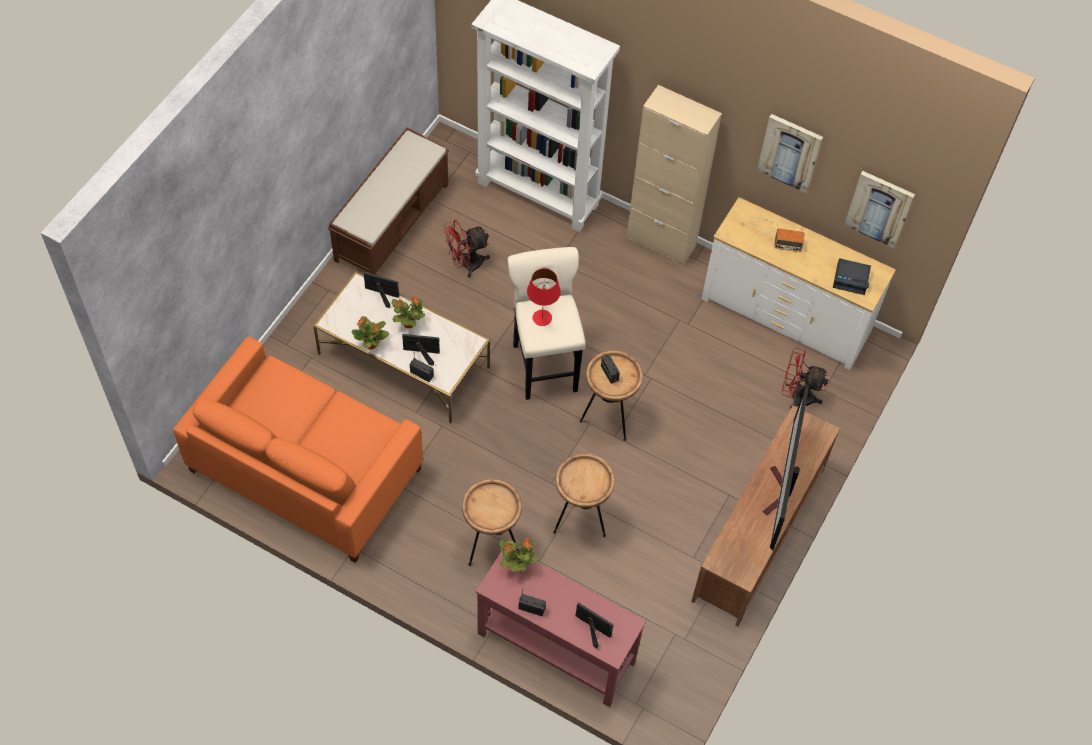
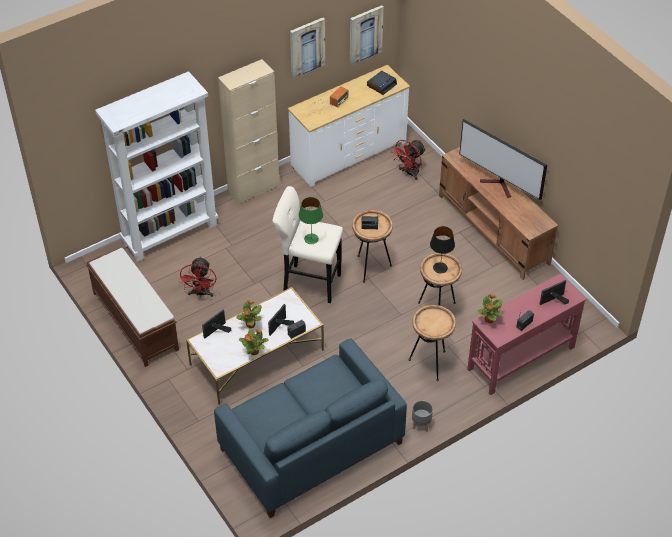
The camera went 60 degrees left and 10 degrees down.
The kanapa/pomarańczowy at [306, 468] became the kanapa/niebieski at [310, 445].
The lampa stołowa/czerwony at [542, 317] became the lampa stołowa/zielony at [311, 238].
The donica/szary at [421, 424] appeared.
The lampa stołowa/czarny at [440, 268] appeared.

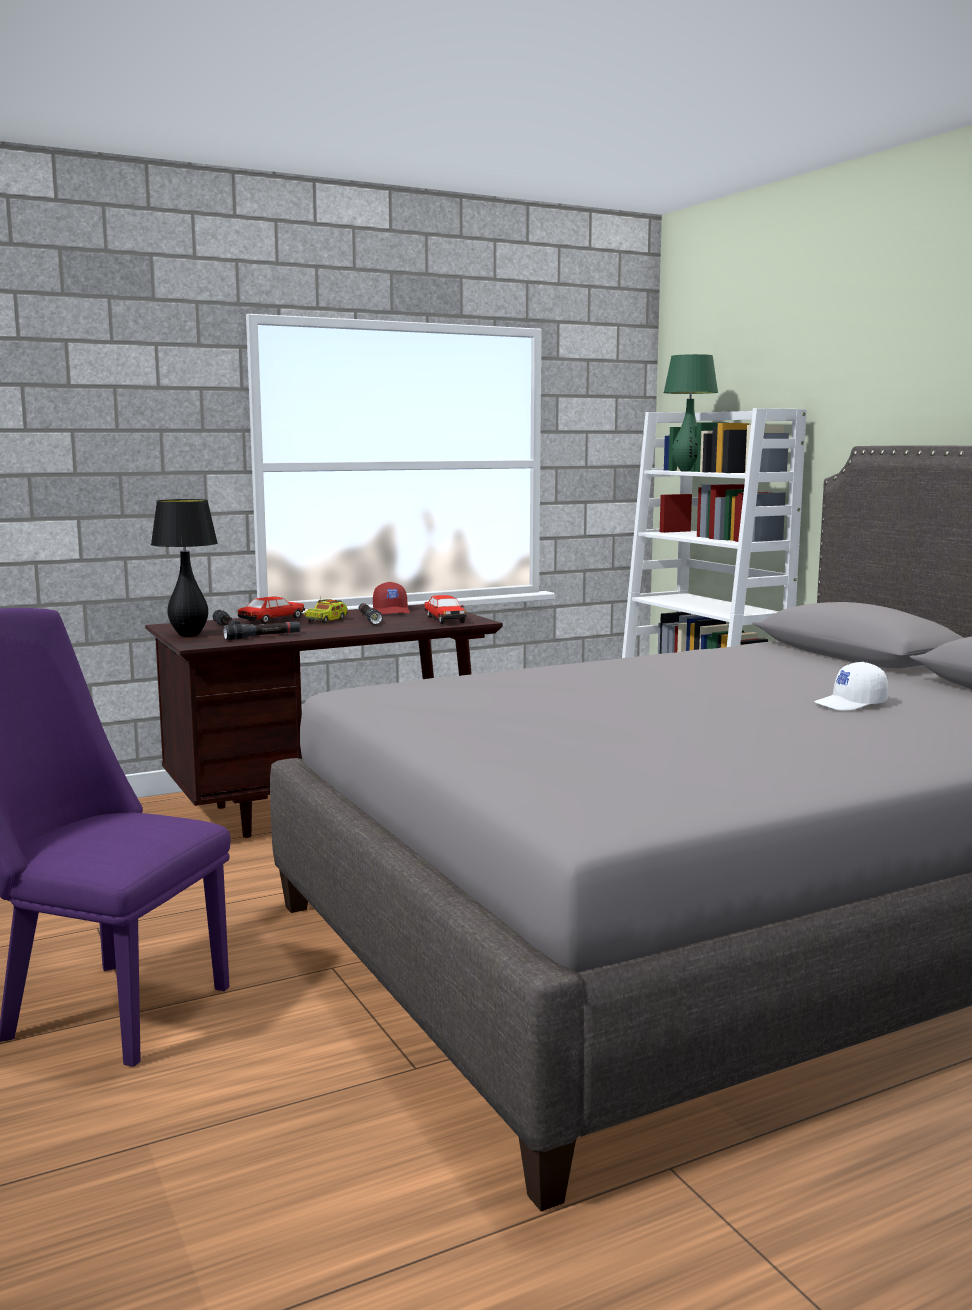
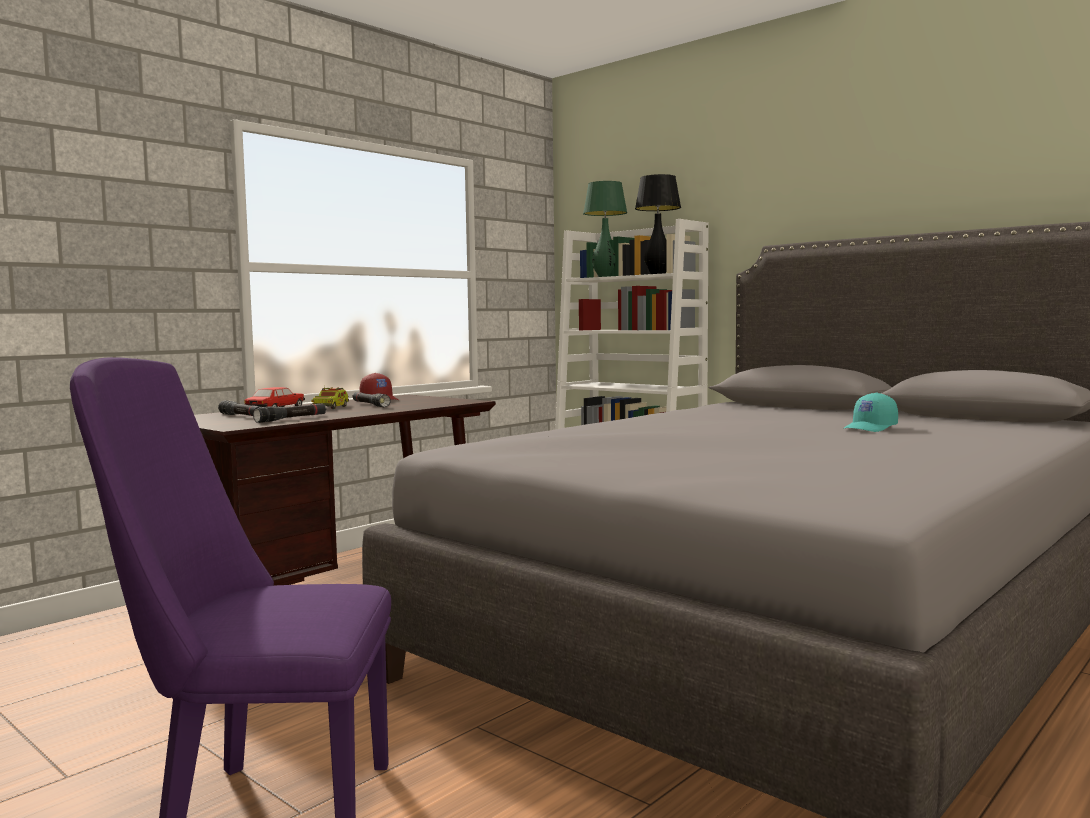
The camera went 20 degrees left and 5 degrees down.
The lampa stołowa/czarny moved from [189, 635] to [657, 275].
The czapka z daszkiem/biały at [850, 704] became the czapka z daszkiem/turkusowy at [871, 428].
The samochodzik at [444, 619] disappeared.

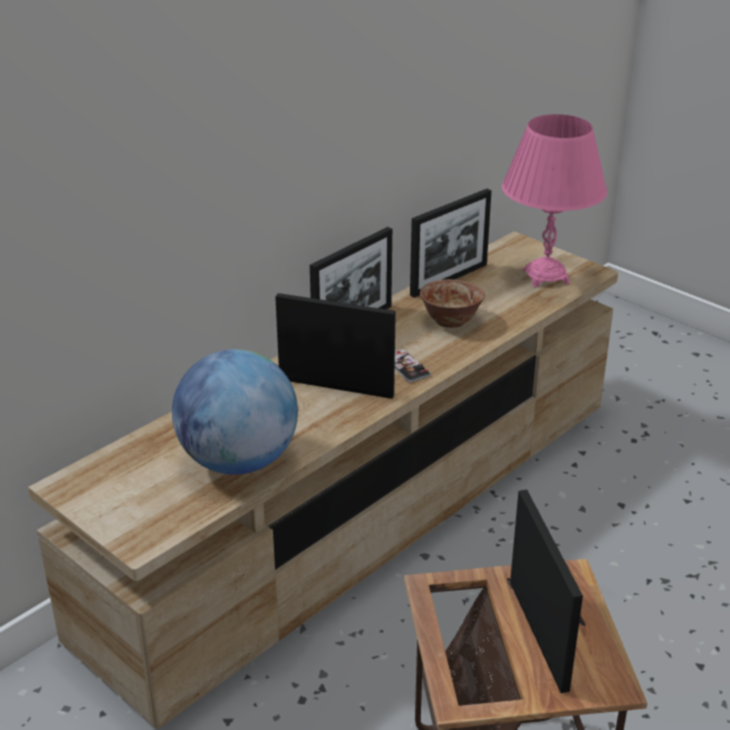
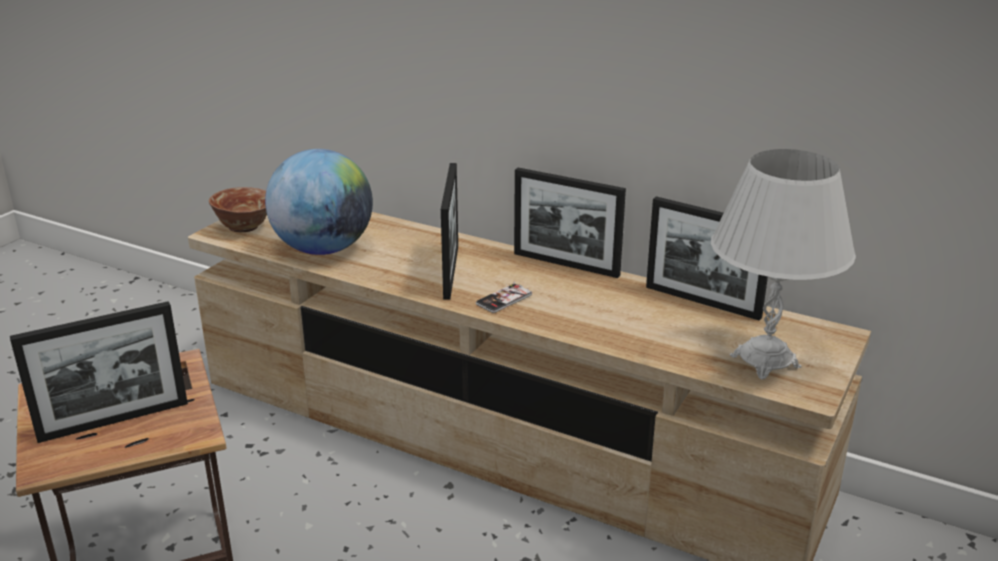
The camera went 75 degrees right and 5 degrees down.
The miska moved from [450, 321] to [244, 227].
The lampa stołowa/różowy at [545, 277] became the lampa stołowa/biały at [765, 361].

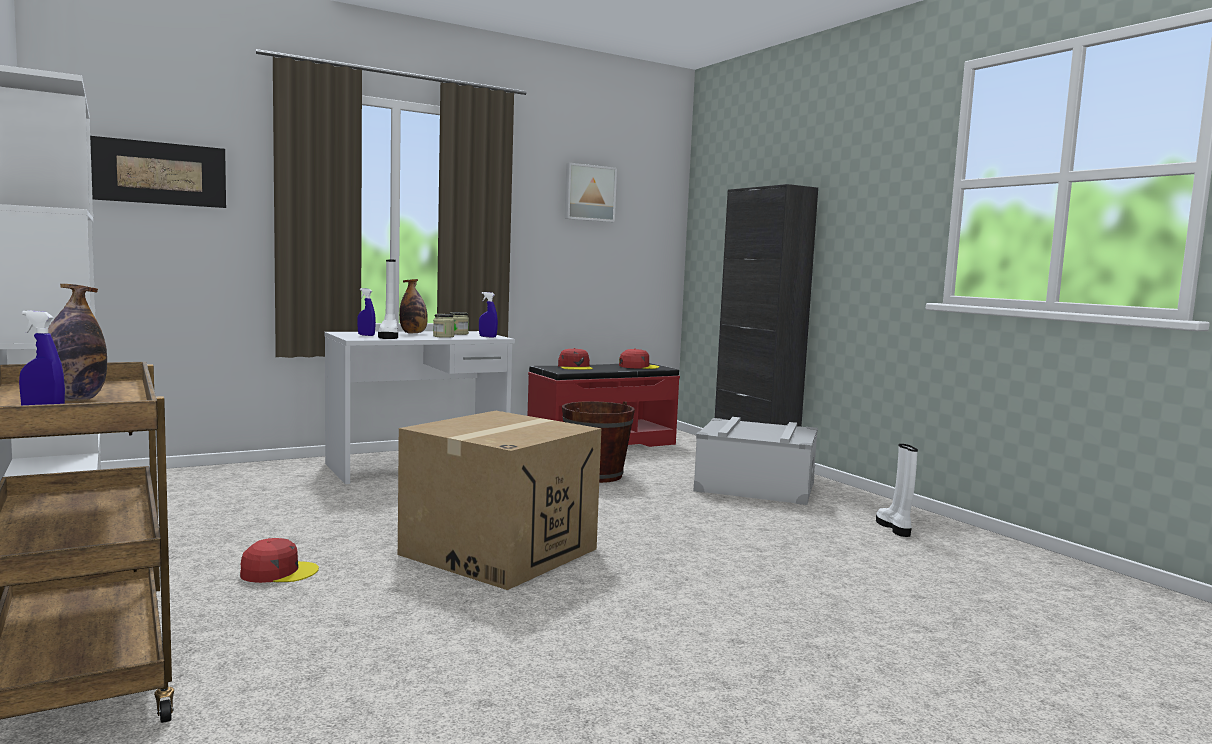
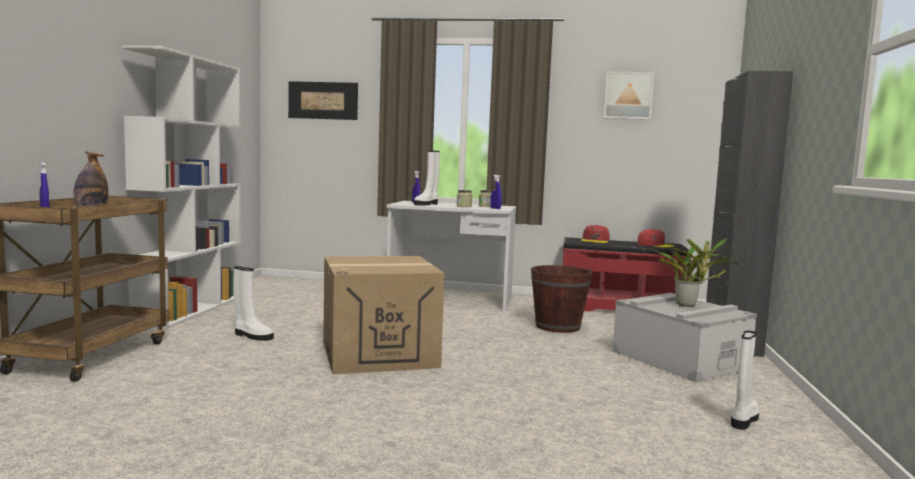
The camera went 40 degrees right and 0 degrees up.
The czapka z daszkiem/czerwony at [278, 572] was replaced by the but z cholewką/biały at [252, 336].
The roślina doniczkowa at [689, 305] appeared.
The butelka at [413, 333] disappeared.

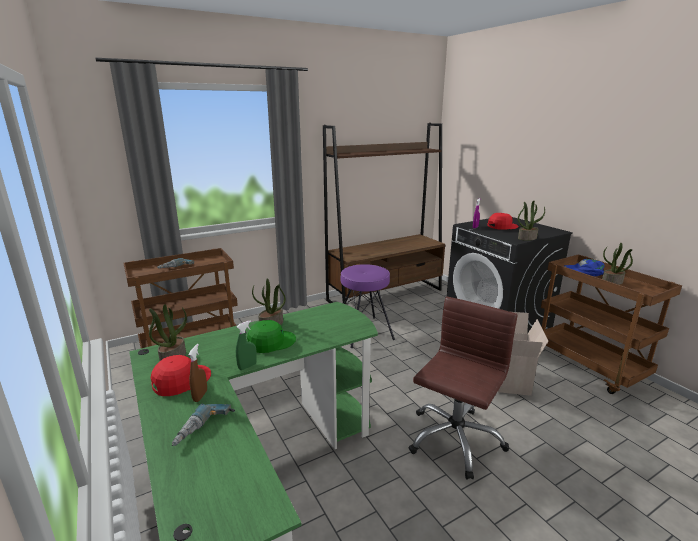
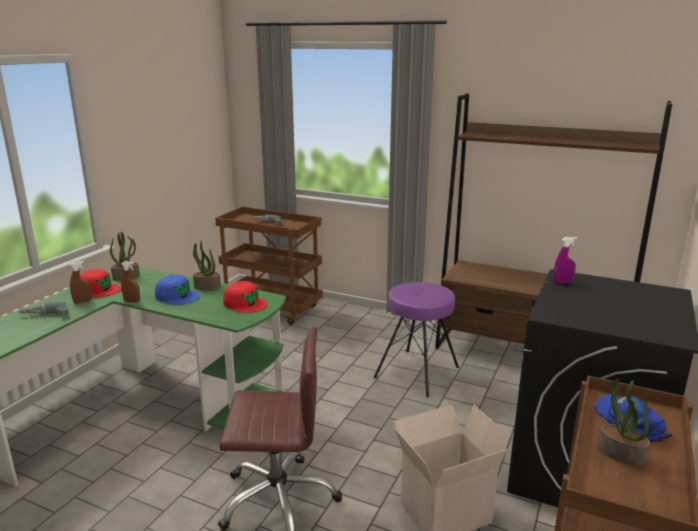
The camera went 55 degrees right and 0 degrees up.
The spryskiwacz/zielony at [247, 366] became the spryskiwacz/brązowy at [132, 301].
The czapka z daszkiem/zielony at [271, 342] became the czapka z daszkiem/niebieski at [177, 296].
The czapka z daszkiem/czerwony moved from [502, 226] to [245, 303].
The roślina doniczkowa at [527, 238] disappeared.

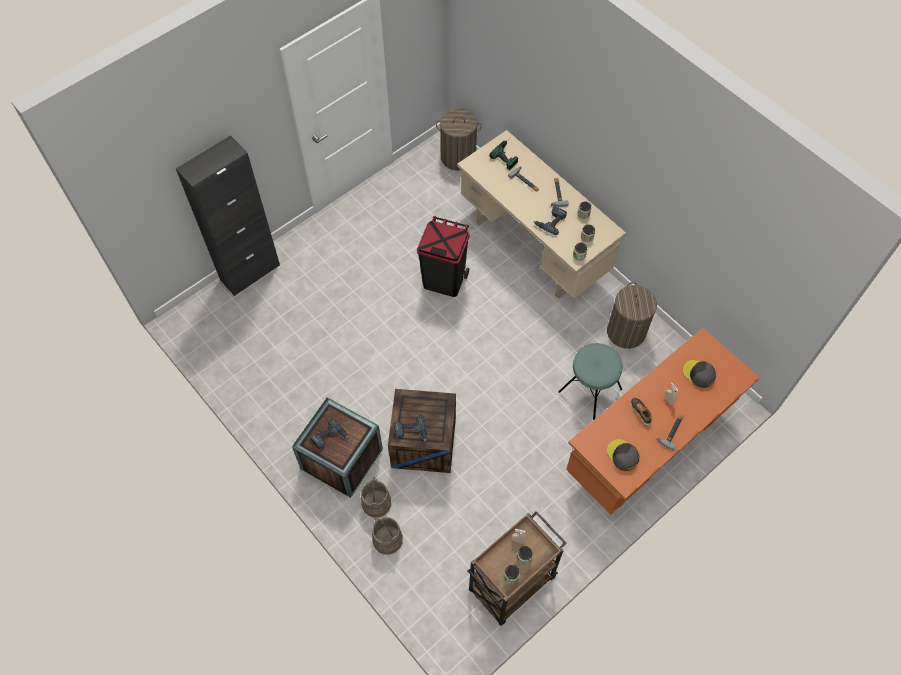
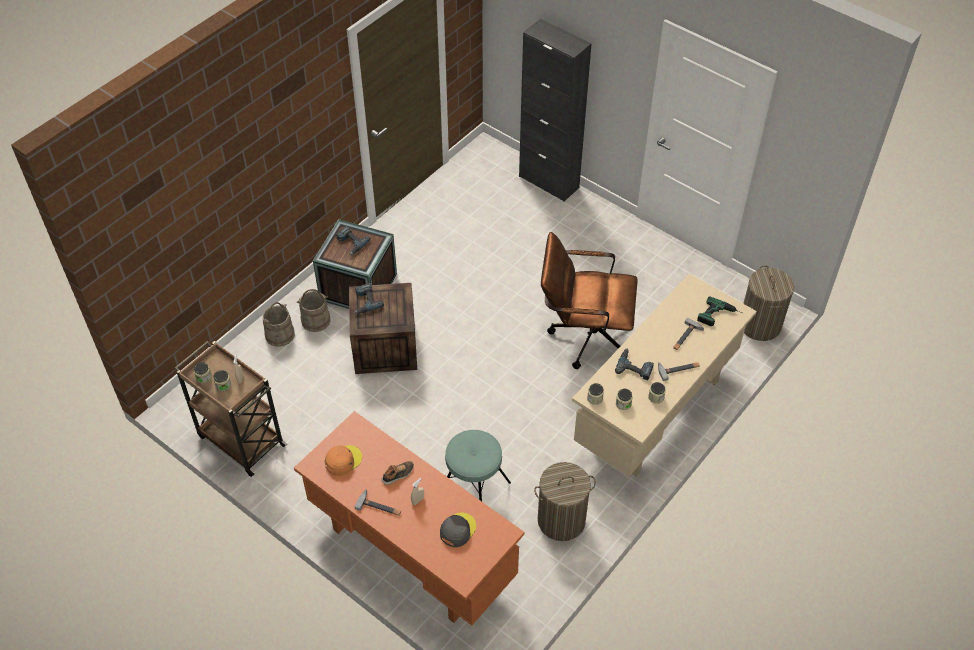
The camera went 80 degrees right and 10 degrees down.
The czapka z daszkiem/szary at [622, 455] became the czapka z daszkiem/pomarańczowy at [343, 460].
The kosz na śmieci/czarny at [444, 280] was replaced by the krzesło biurowe/brązowy at [584, 336].

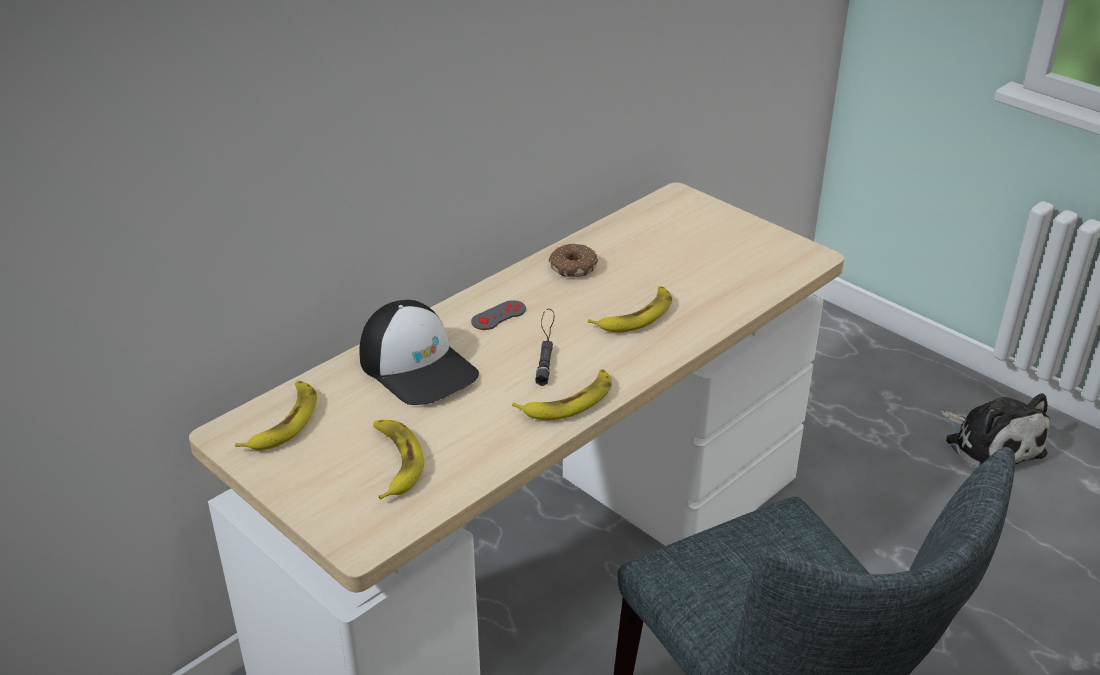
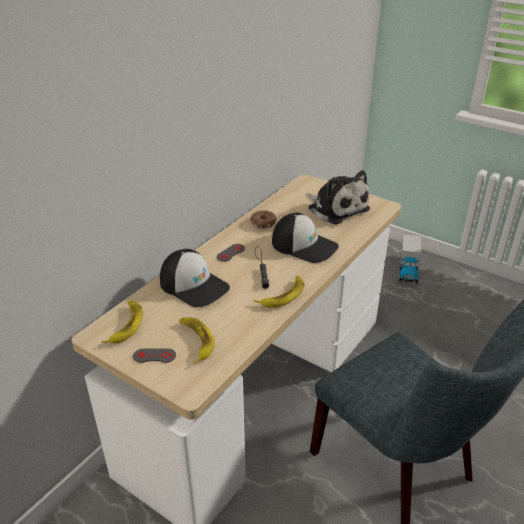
The camera went 10 degrees left and 0 degrees up.
The pad do gier/szary at [154, 356] appeared.
The banan at [636, 315] was replaced by the czapka z daszkiem at [304, 245].
The pluszak moved from [991, 444] to [336, 208].
The ciężarówka zabawkowa at [408, 270] appeared.

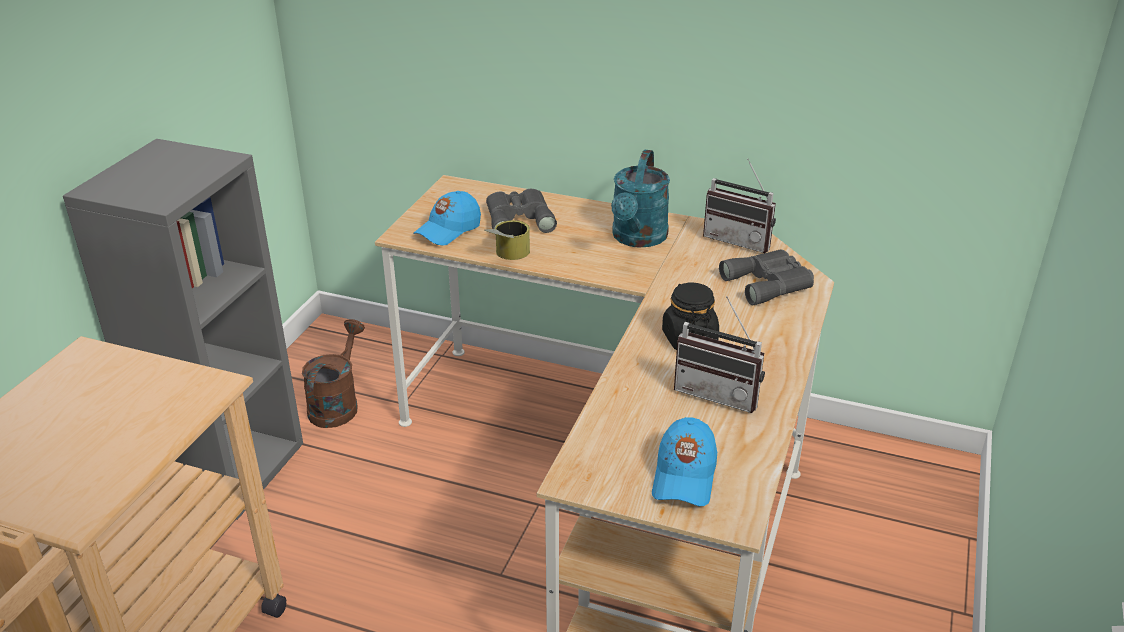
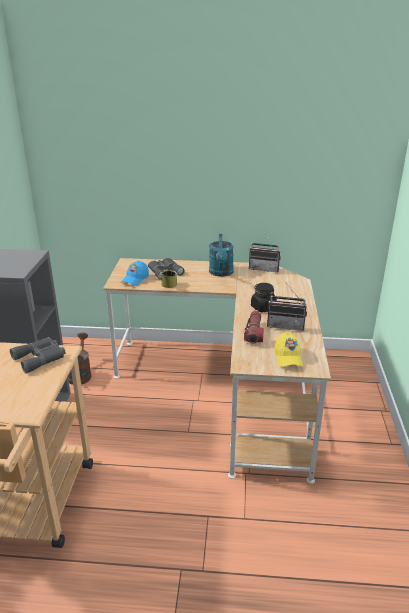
The camera went 15 degrees left and 5 degrees down.
The lornetka/szary moved from [770, 283] to [41, 357].
The latarka at [254, 333] appeared.
The czapka z daszkiem/niebieski at [684, 476] became the czapka z daszkiem/żółty at [288, 357].

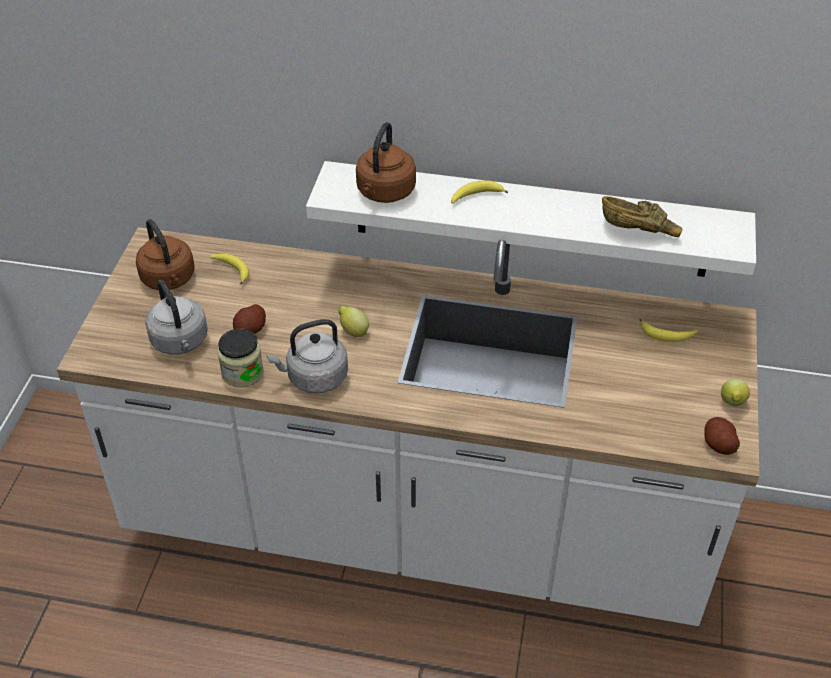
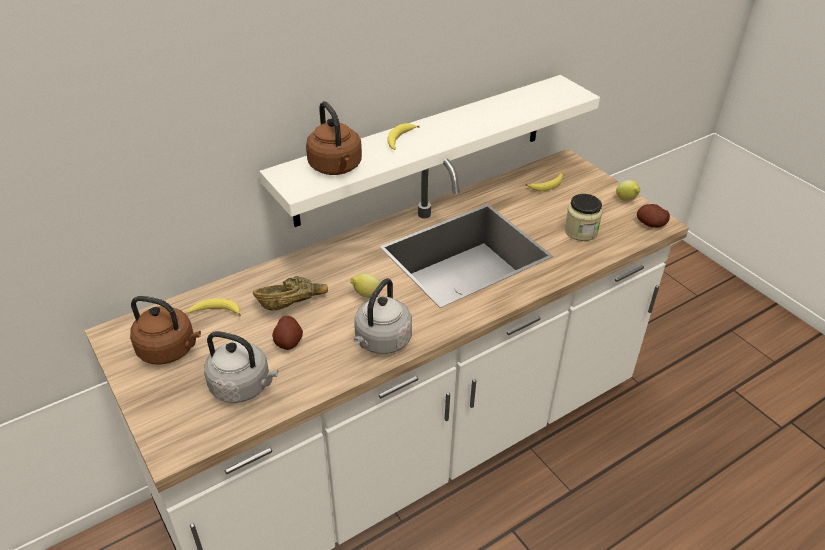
The camera went 45 degrees left and 5 degrees down.
The miska/brązowy moved from [639, 228] to [292, 302].
The słoik moved from [242, 372] to [580, 231].

